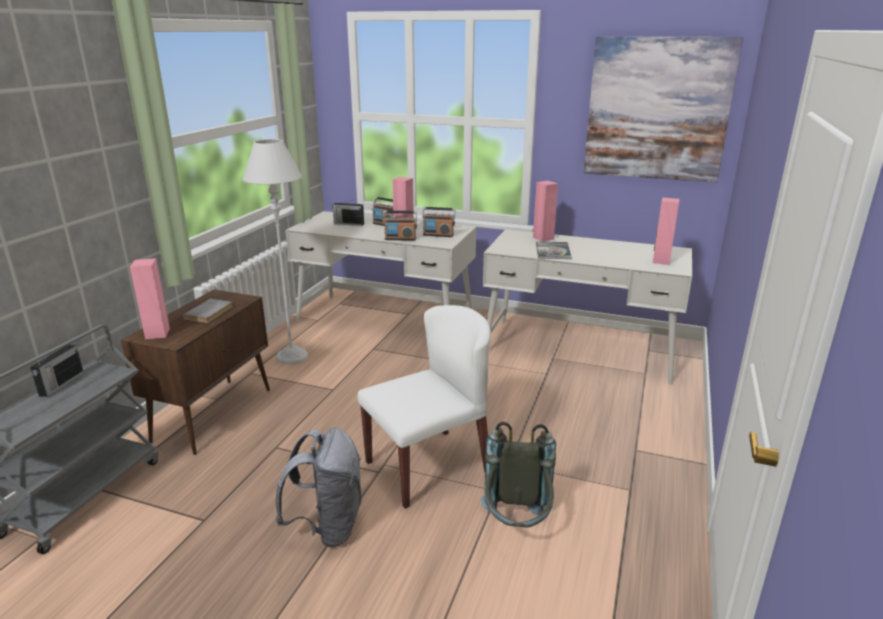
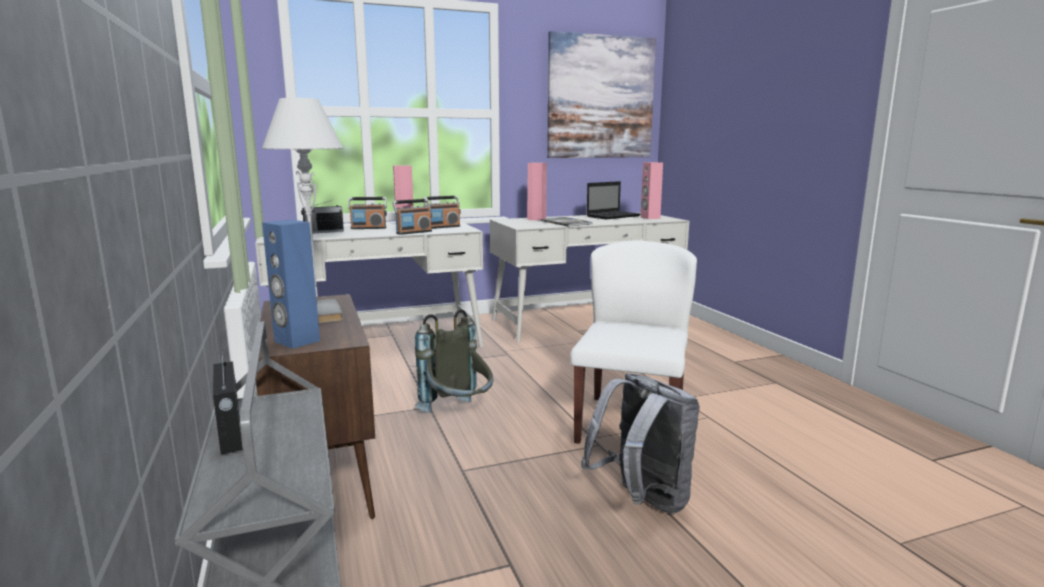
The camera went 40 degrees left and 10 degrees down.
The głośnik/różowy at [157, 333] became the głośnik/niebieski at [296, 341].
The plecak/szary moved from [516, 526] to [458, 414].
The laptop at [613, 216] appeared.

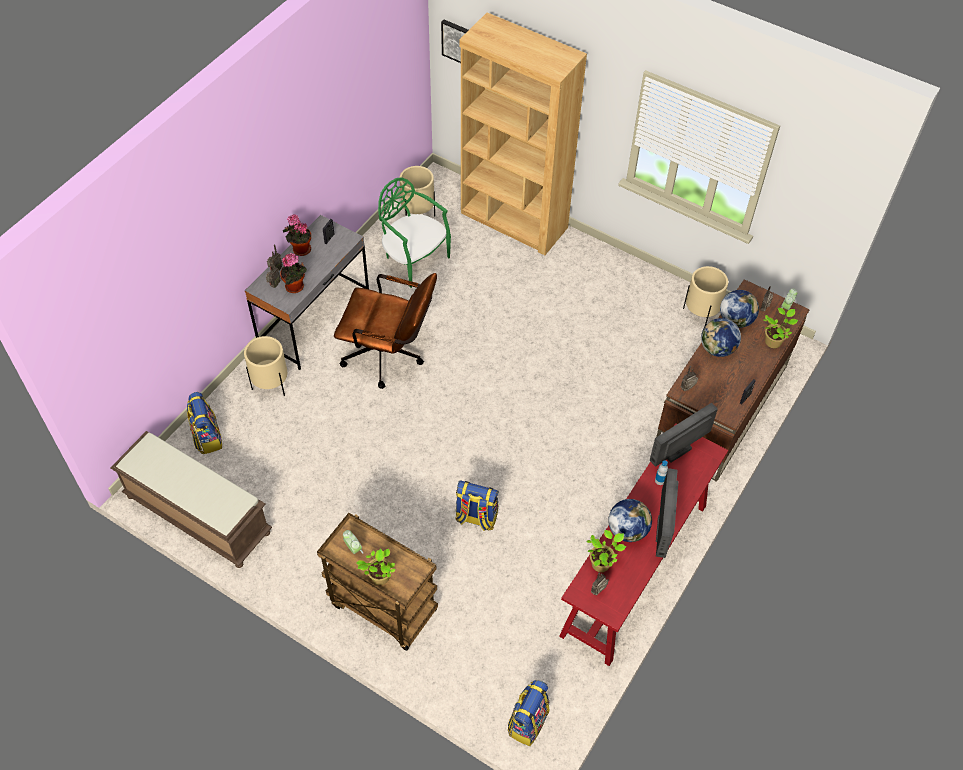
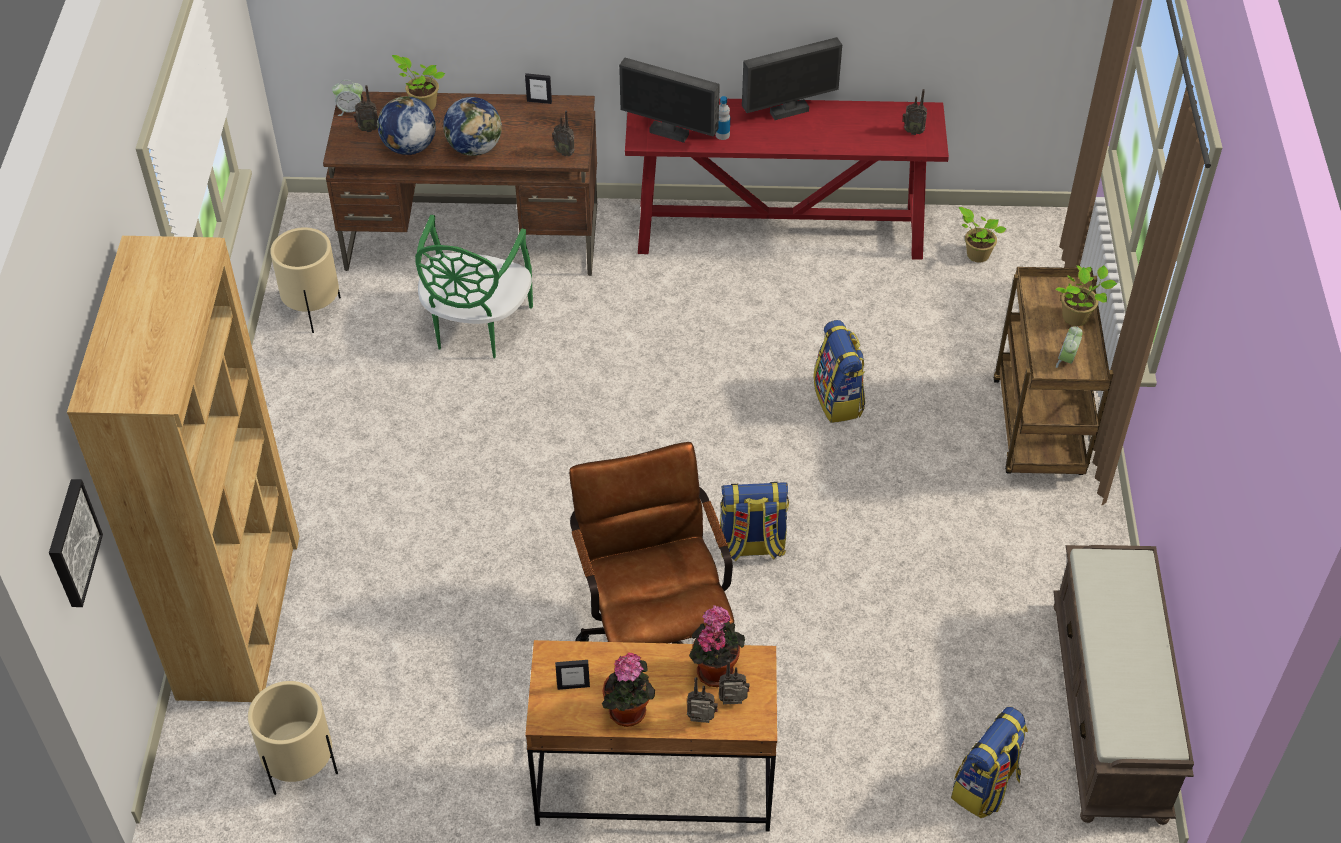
The camera went 120 degrees left and 5 degrees down.
The krzesło/zielony moved from [414, 260] to [476, 327].
The biurko/szary at [315, 320] became the biurko/brązowy at [653, 782].
The plecak moved from [527, 722] to [751, 546].
The roślina doniczkowa moved from [602, 563] to [976, 254].
The donica/beżowy at [271, 385] disappeared.
The globus at [627, 530] disappeared.

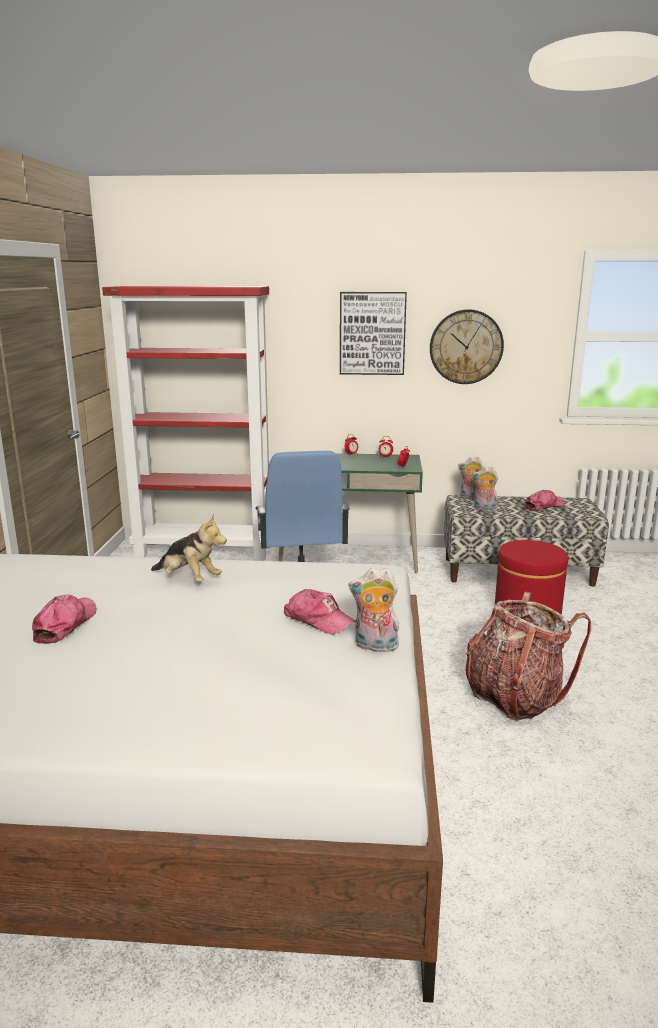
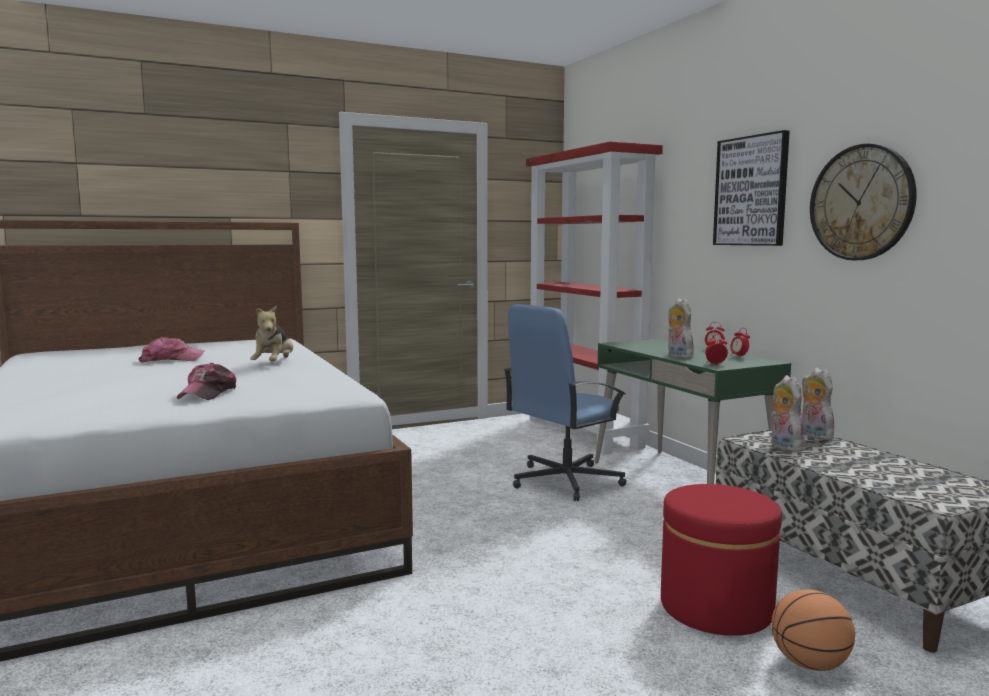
The camera went 60 degrees right and 10 degrees down.
The pluszak moved from [375, 646] to [677, 356].
The piłka do koszykówki at [809, 664] appeared.
The plecak at [515, 697] disappeared.
The czapka z daszkiem at [544, 506] disappeared.

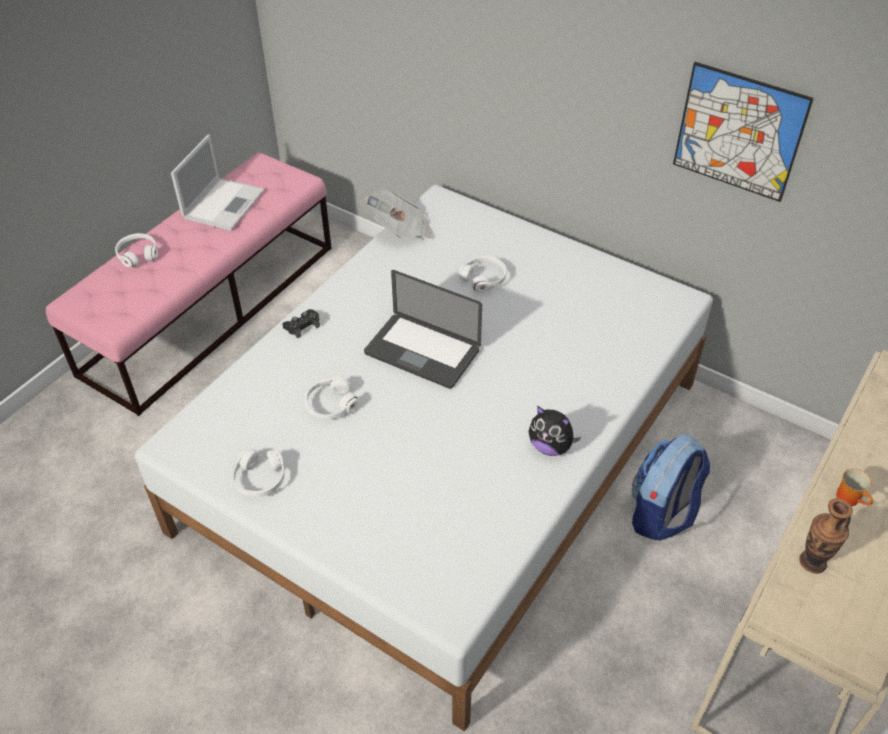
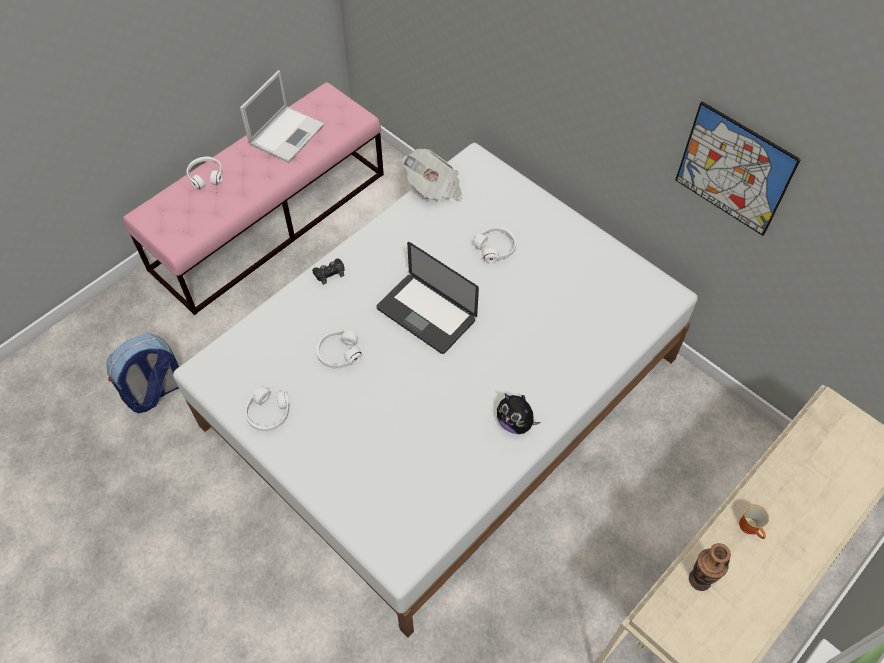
The camera went 10 degrees right and 10 degrees up.
The plecak moved from [661, 514] to [155, 392].

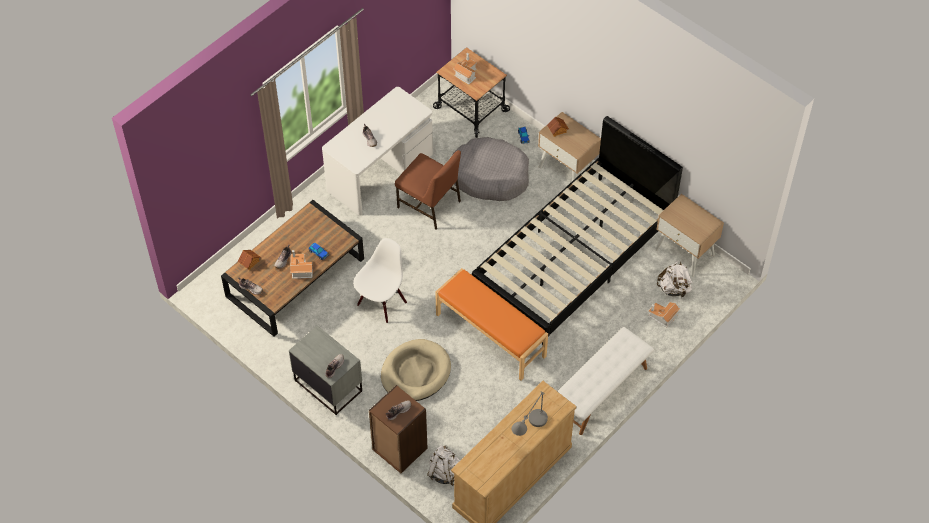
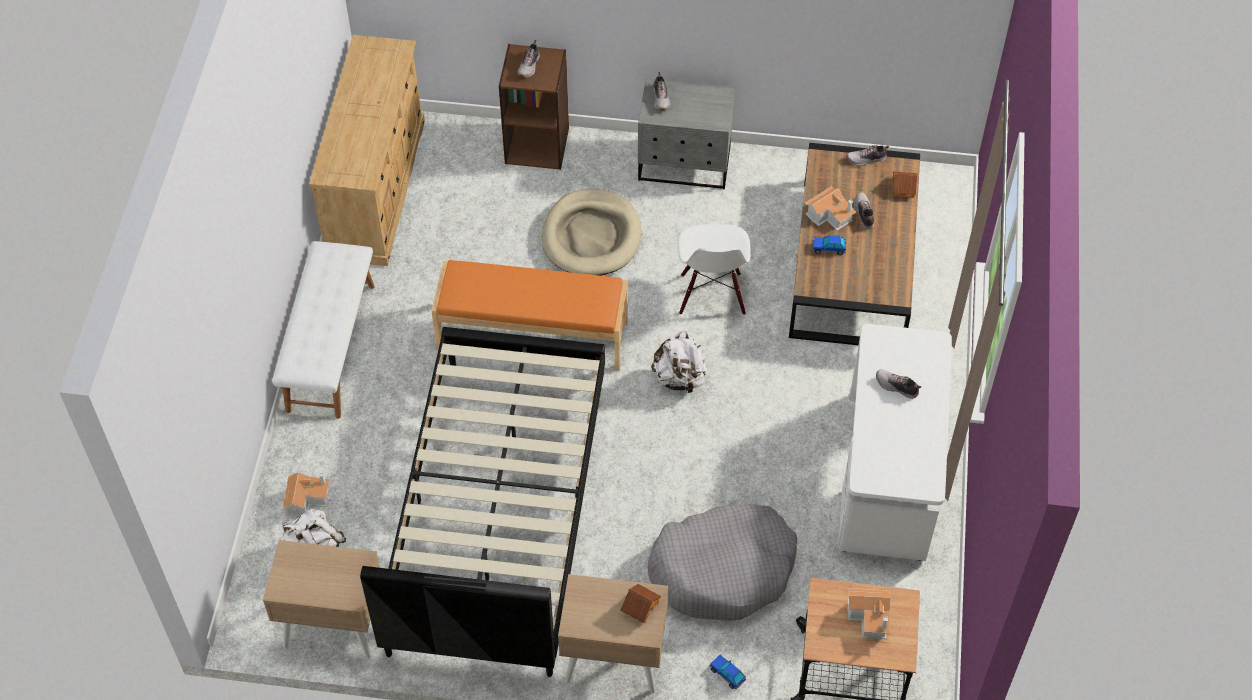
The camera went 145 degrees right and 0 degrees up.
The plecak/biały moved from [444, 472] to [680, 378].
The krzesło/brązowy at [429, 205] disappeared.
The lampa stołowa/szary at [529, 431] disappeared.

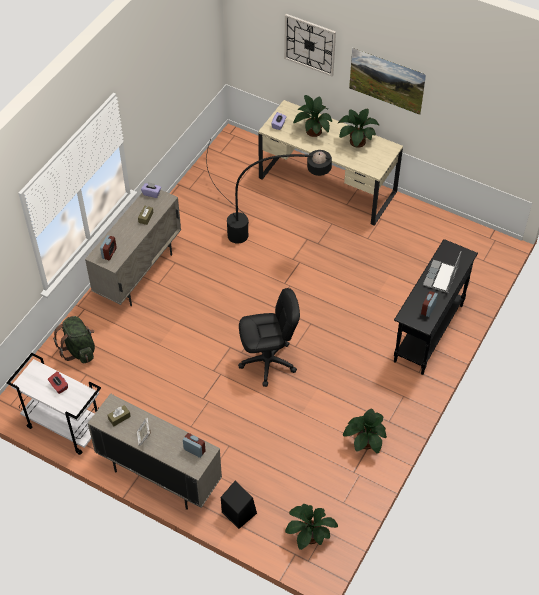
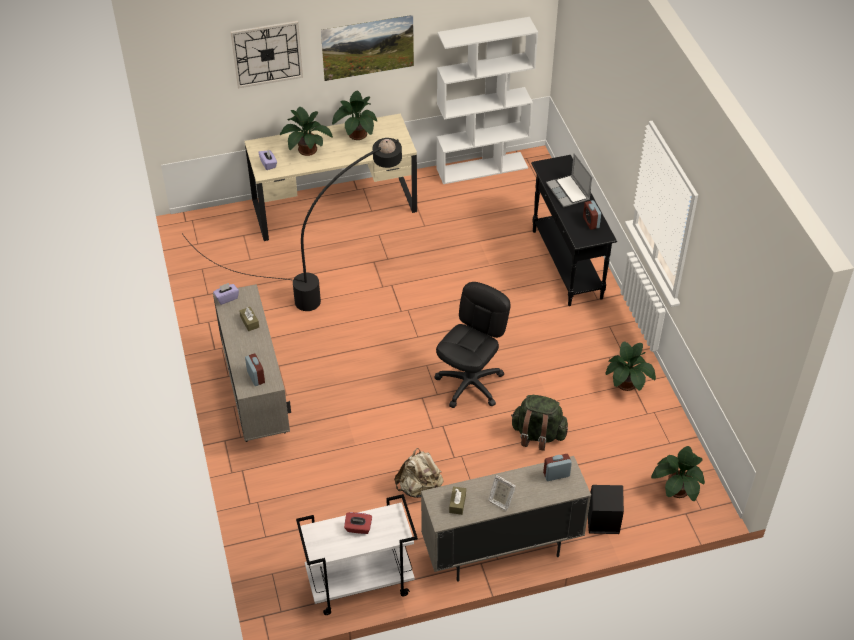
The camera went 45 degrees left and 5 degrees down.
The plecak/beżowy at [419, 487] appeared.
The regał/biały at [482, 168] appeared.
The plecak/zielony moved from [79, 350] to [538, 435].

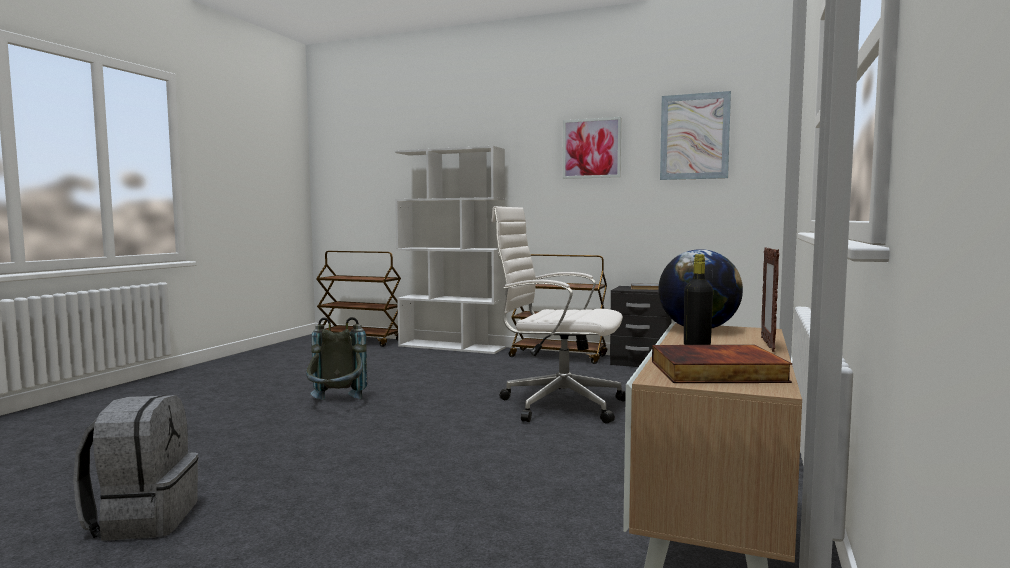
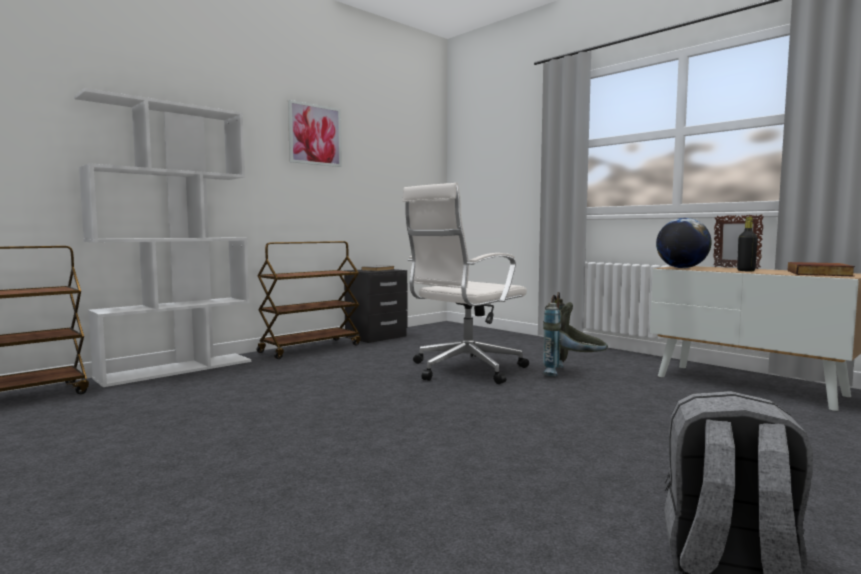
The camera went 65 degrees left and 0 degrees up.
The plecak/szary moved from [336, 404] to [573, 374].
The obraz at [694, 136] disappeared.

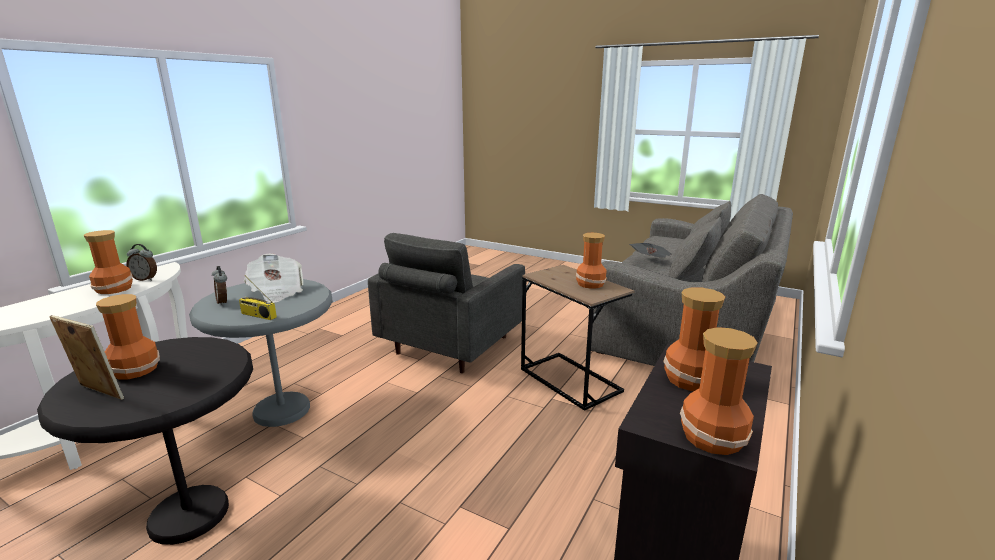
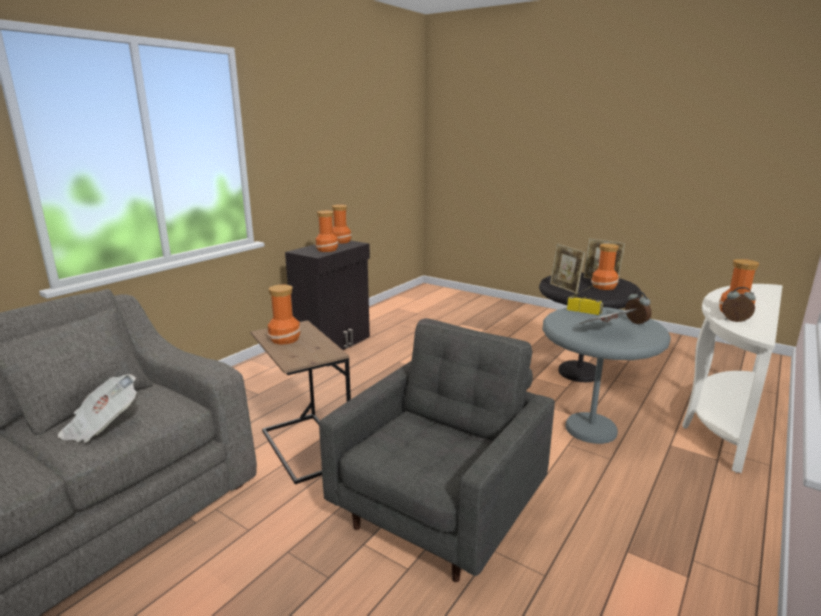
The camera went 175 degrees left and 0 degrees up.
The ramka na zdjęcie at [564, 288] appeared.

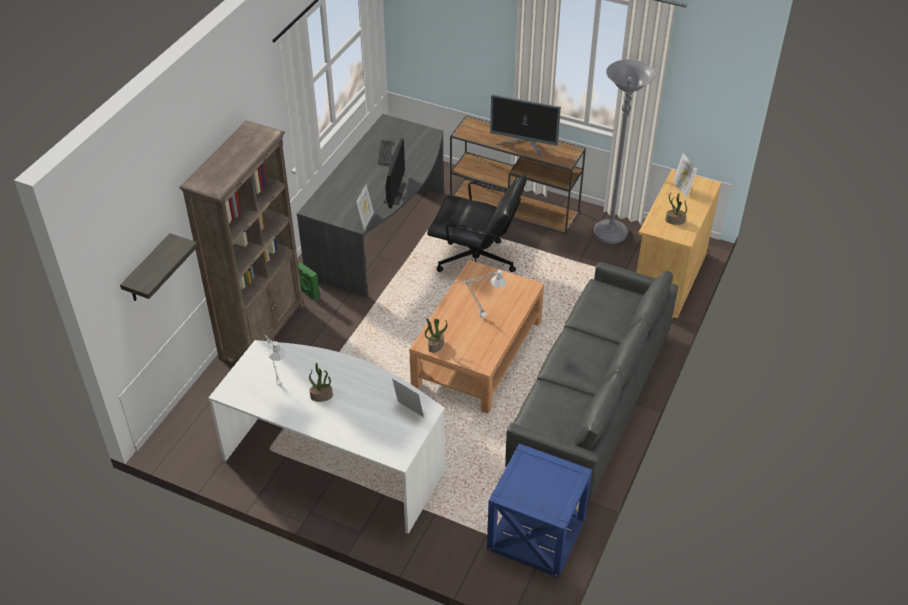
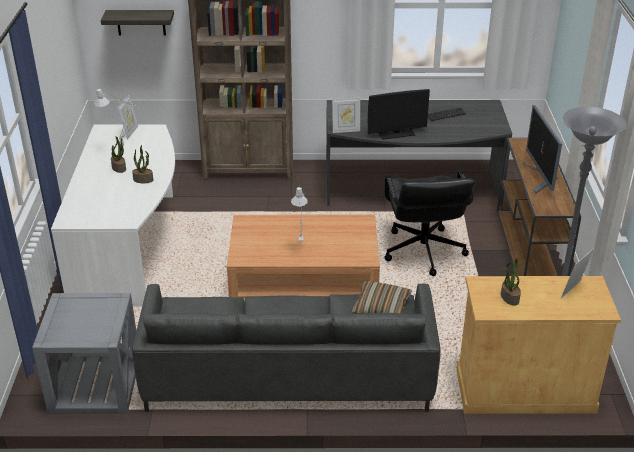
The camera went 65 degrees right and 10 degrees down.
The stolik/niebieski at [536, 534] became the stolik/szary at [95, 384].
The ramka na zdjęcie moved from [408, 411] to [130, 132].
The roślina doniczkowa moved from [436, 345] to [143, 179].
The poduszka at [381, 307] appeared.
The głośnik/zielony at [308, 294] disappeared.

